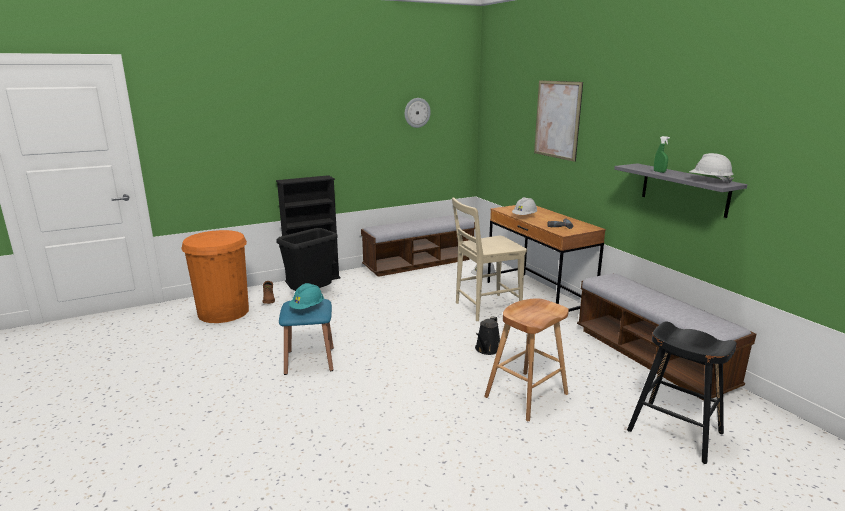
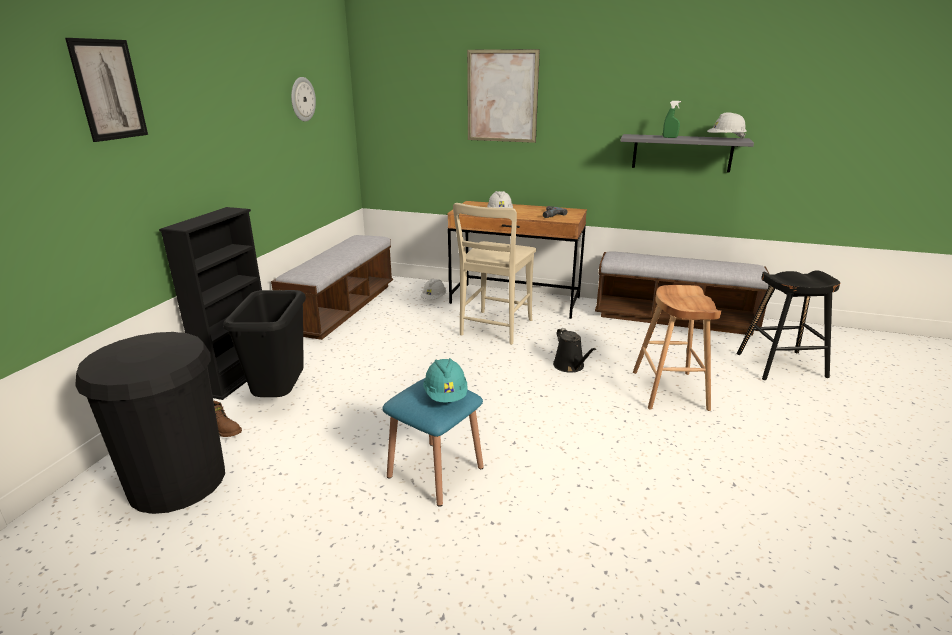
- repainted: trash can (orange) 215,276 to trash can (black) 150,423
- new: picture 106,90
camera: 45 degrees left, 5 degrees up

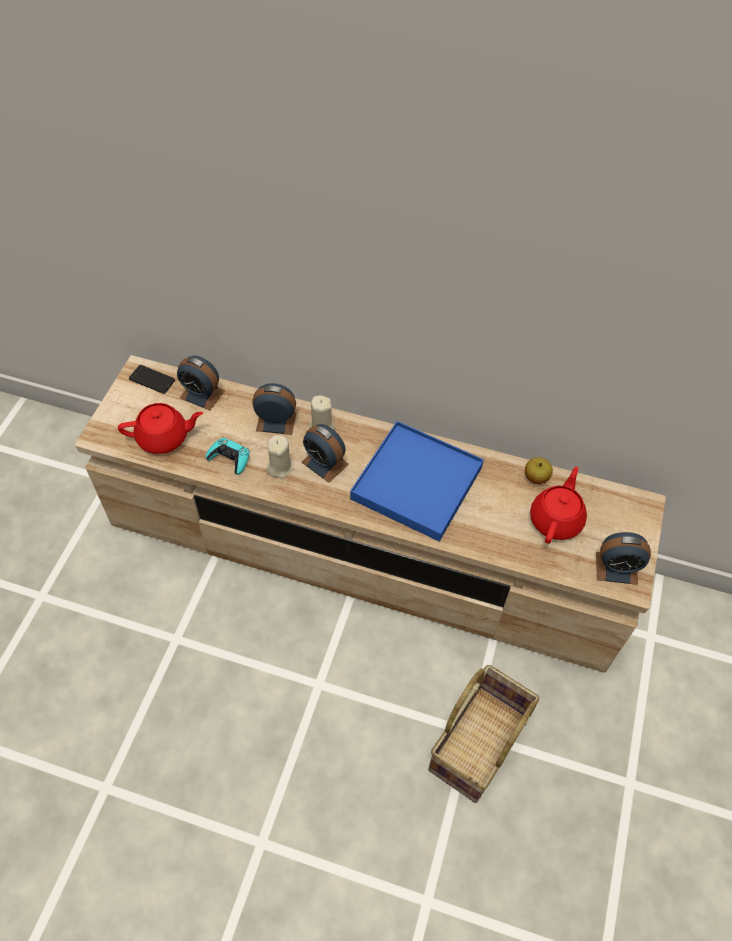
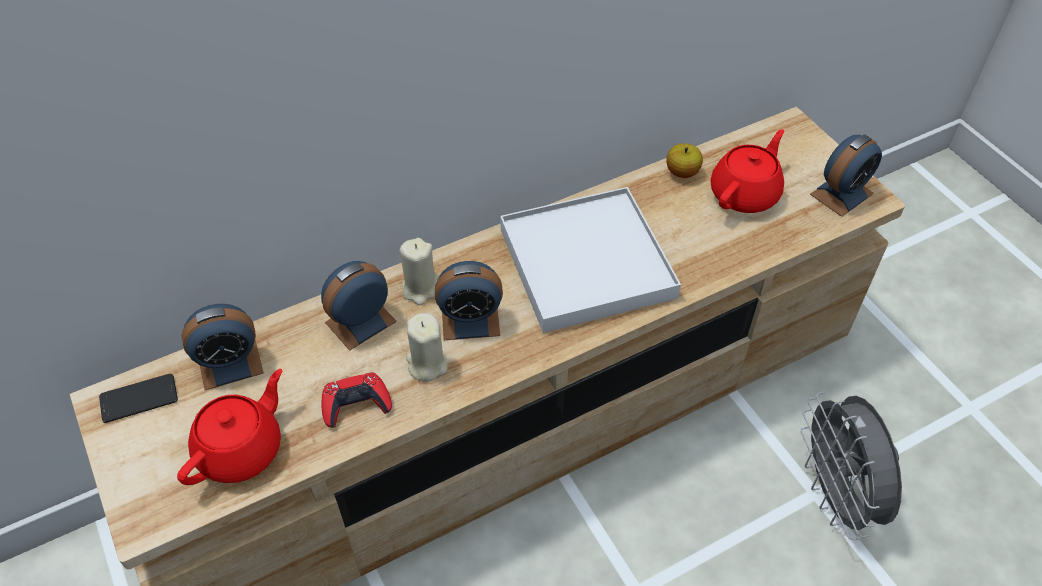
- repainted: game controller (turquoise) 227,456 to game controller (red) 357,400
- repainted: tray (blue) 417,481 to tray (white) 590,260
- swapped: basket 483,734 to fan (grey) 851,466
- rotated: teapot (red) 558,505 = 747,171 60 degrees clockwise
camera: 45 degrees left, 5 degrees down

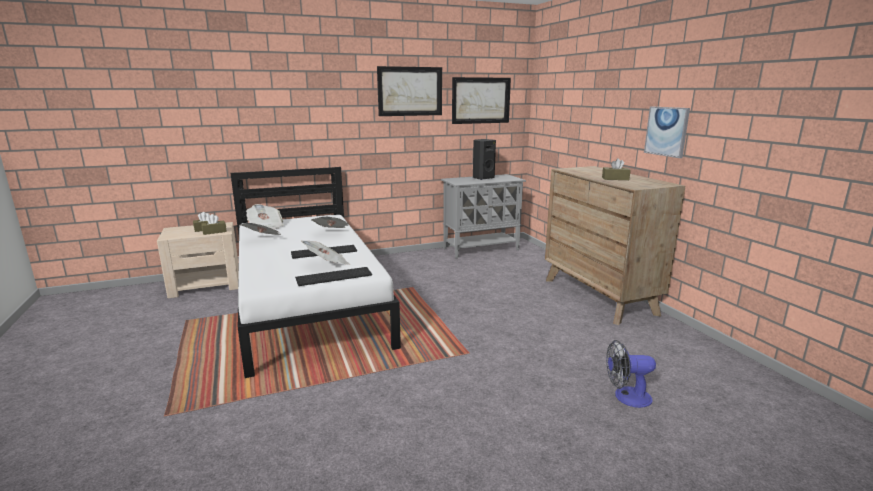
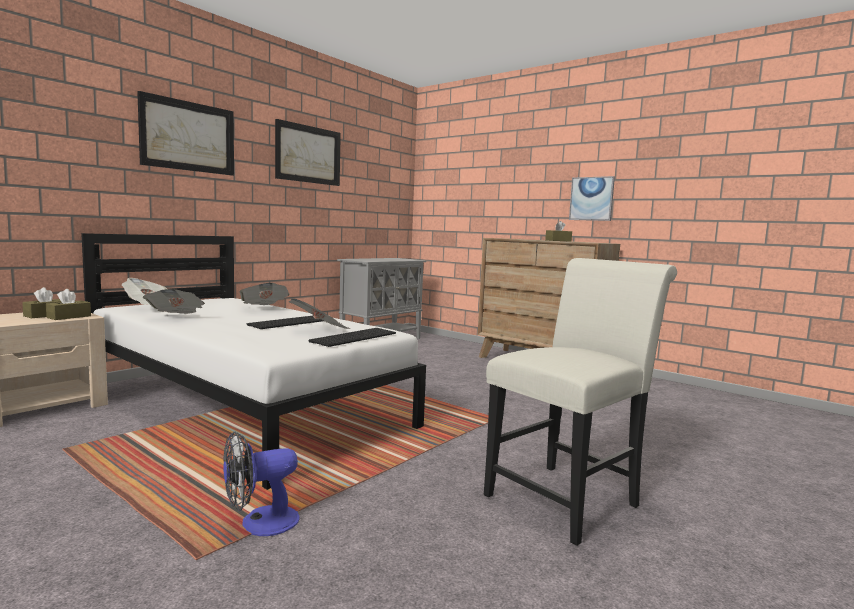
- shifted: picture 481,100 to 185,133
- gone: speaker (black) 484,159
- shifted: fan 631,374 to 261,484
- new: chair (white) 580,402
camera: 30 degrees left, 10 degrees down

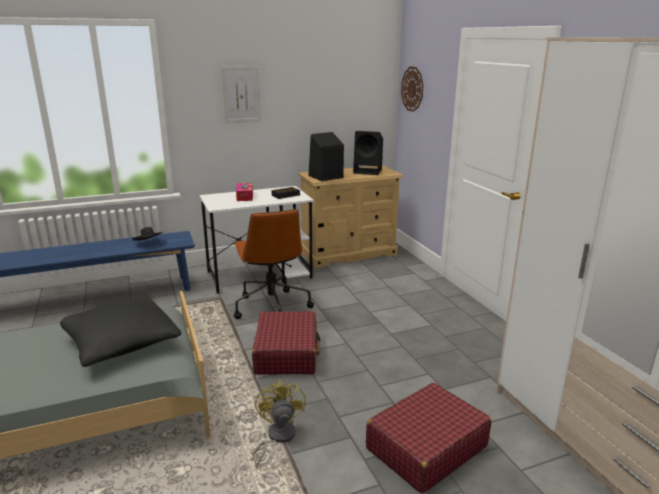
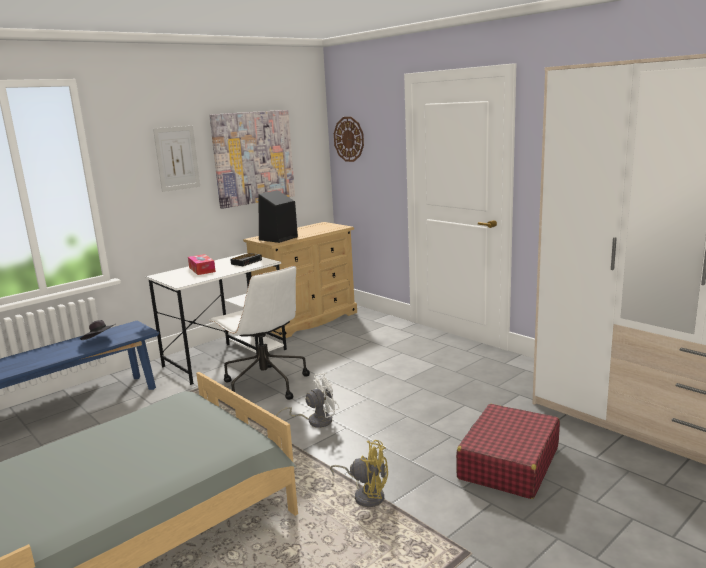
- gone: pillow (black) 120,331
- repainted: office chair (brown) 274,264 to office chair (white) 259,333
- swapped: suitcase (red) 286,342 to fan (white) 308,400
- rotated: fan (yellow) 279,423 = 359,473 135 degrees clockwise
- gone: speaker (black) 368,153
- new: picture 252,159
camera: 20 degrees left, 5 degrees down

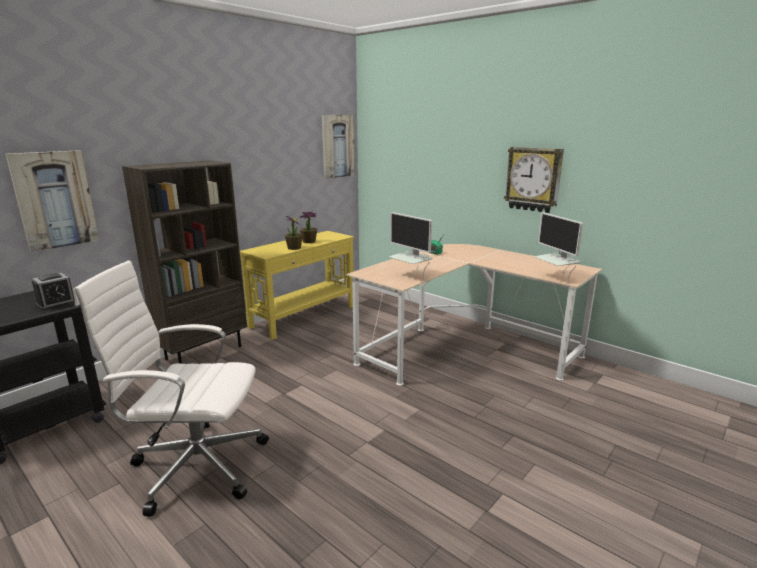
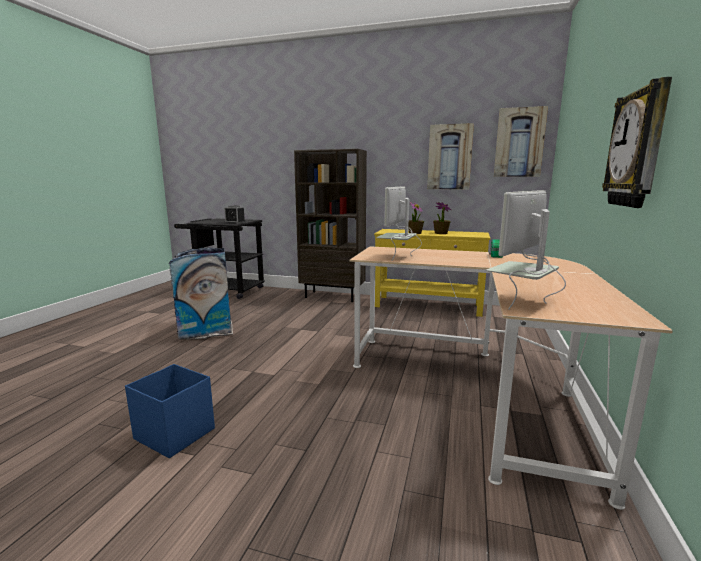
- shifted: picture 52,201 to 450,156
- swapped: office chair (white) 171,388 to trash can 201,293
- new: storage box (blue) 170,411
camera: 65 degrees right, 5 degrees down

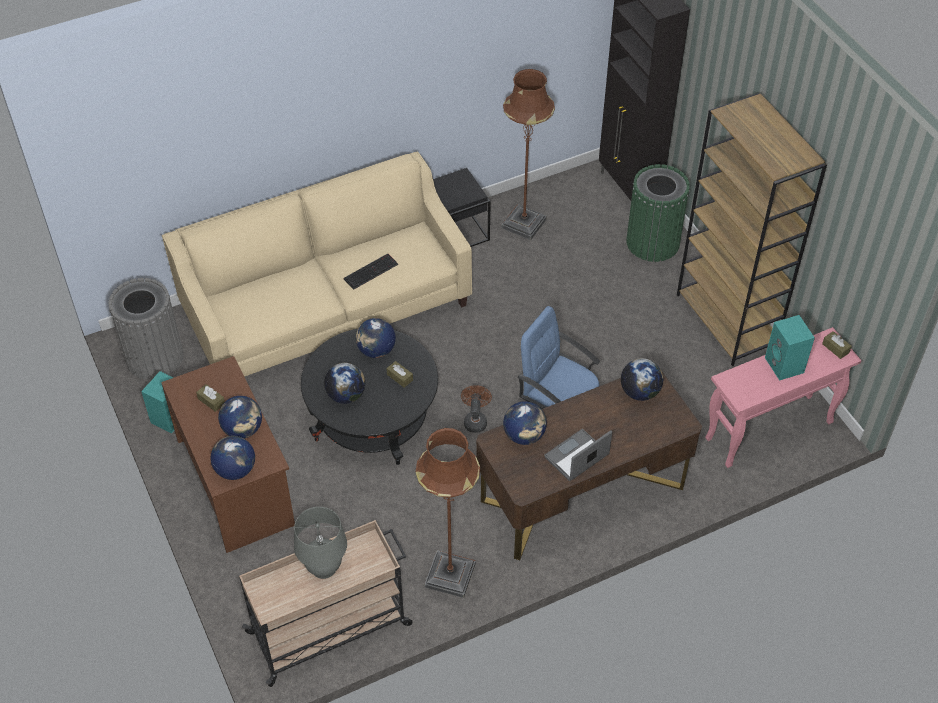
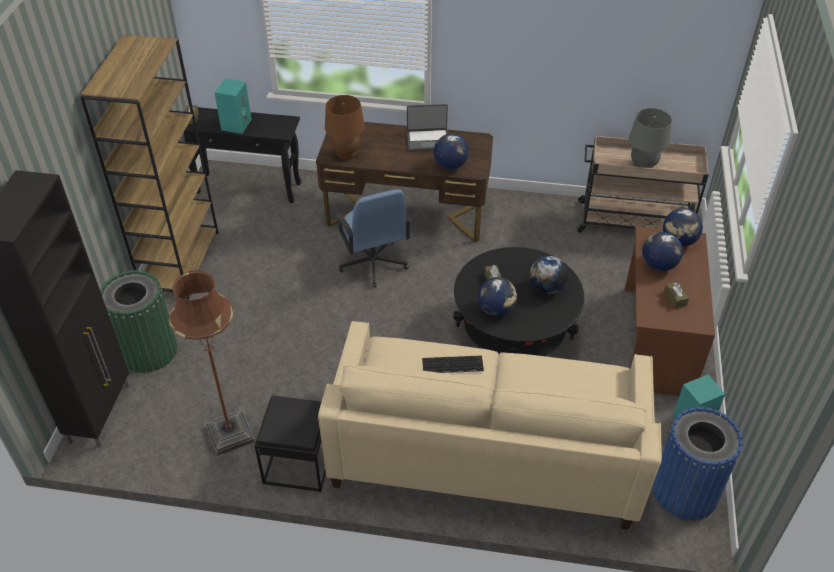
- repainted: trash can (grey) 146,329 to trash can (blue) 698,463
- gone: floor lamp (brown) 447,513
- gone: fan (brown) 476,409
- swapped: globe 642,379 to table lamp (brown) 345,127
- repainted: console table (pink) 783,397 to console table (black) 242,155
camera: 145 degrees left, 5 degrees down

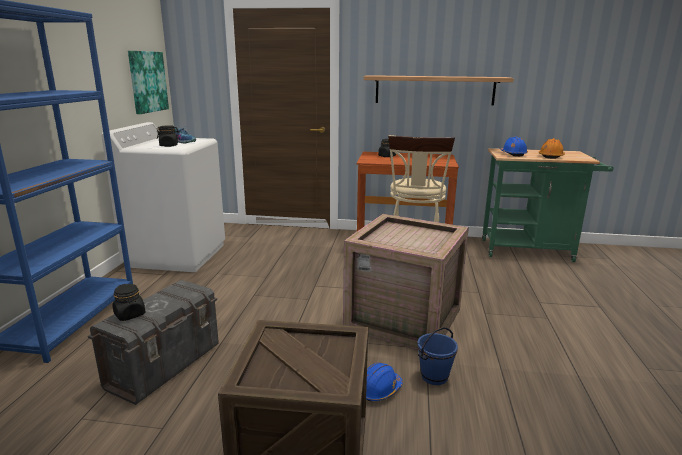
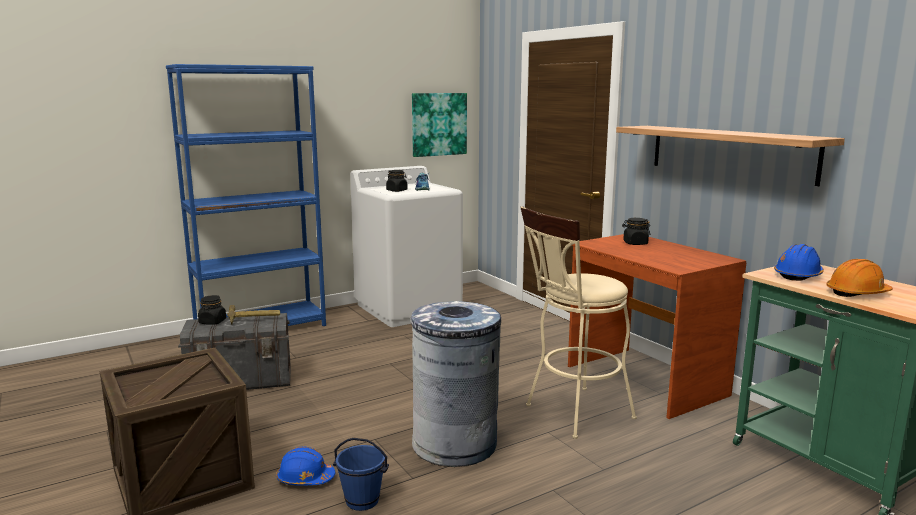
- swapped: crate 406,282 to trash can (grey) 456,384
- new: hammer 253,314
camera: 50 degrees right, 5 degrees down

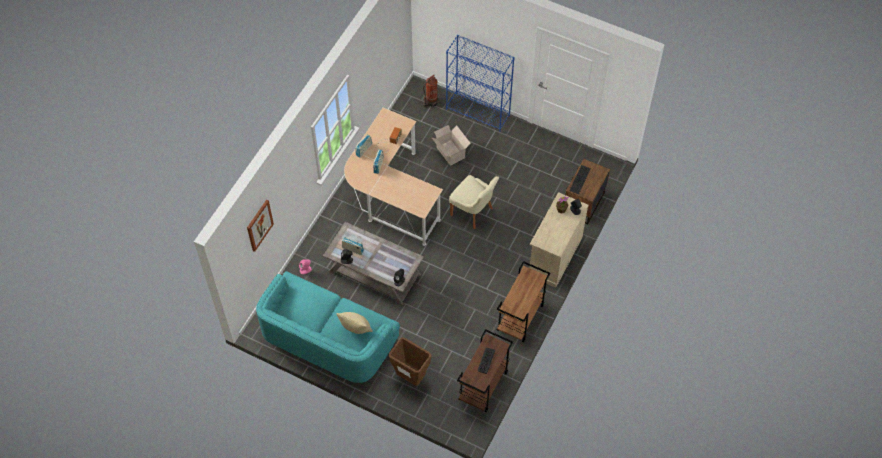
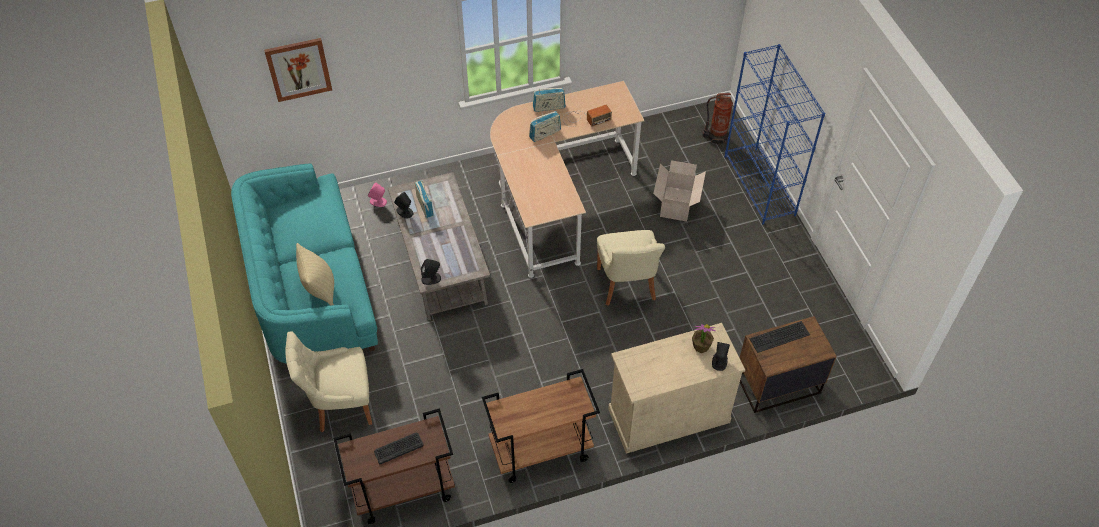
- swapped: trash can (brown) 410,361 to chair (beige) 328,381
camera: 45 degrees right, 5 degrees down

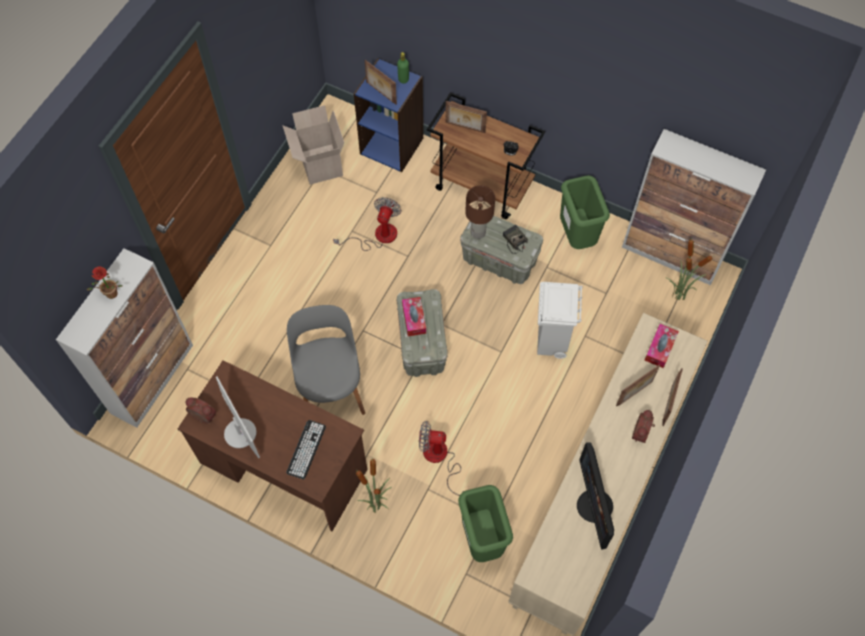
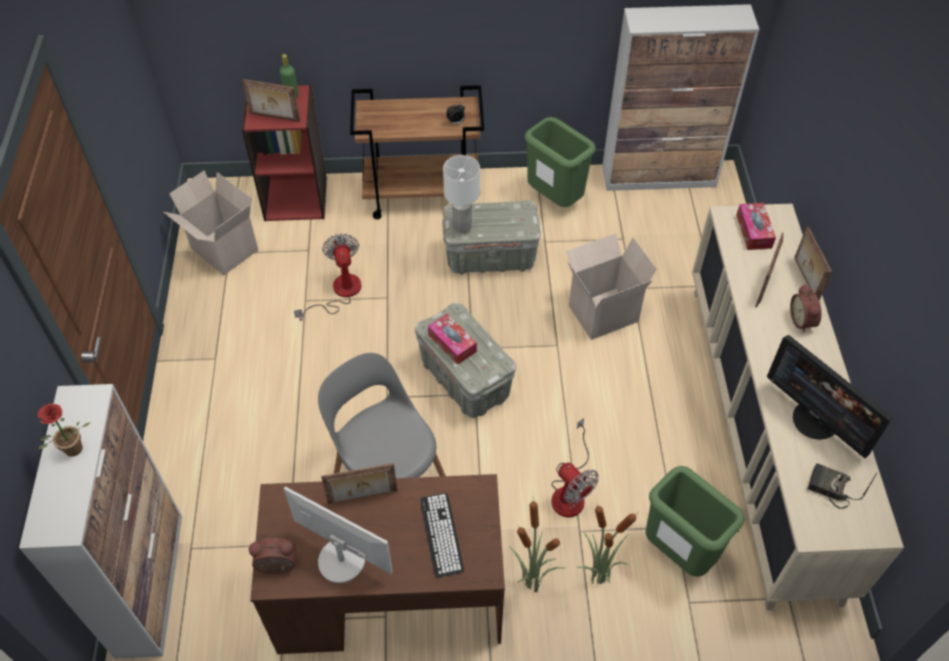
- repainted: bookcase (blue) 388,115 to bookcase (red) 284,153
- rotated: fan 444,458 = 575,467 105 degrees counterclockwise
- shifted: picture frame 466,117 to 359,483
- repainted: table lamp (brown) 480,212 to table lamp (white) 461,194
- shifted: radio 515,239 to 842,486
- swapped: trash can (white) 560,320 to cardboard box 612,287
- shifted: potted plant 689,270 to 607,544
camera: 30 degrees left, 10 degrees down

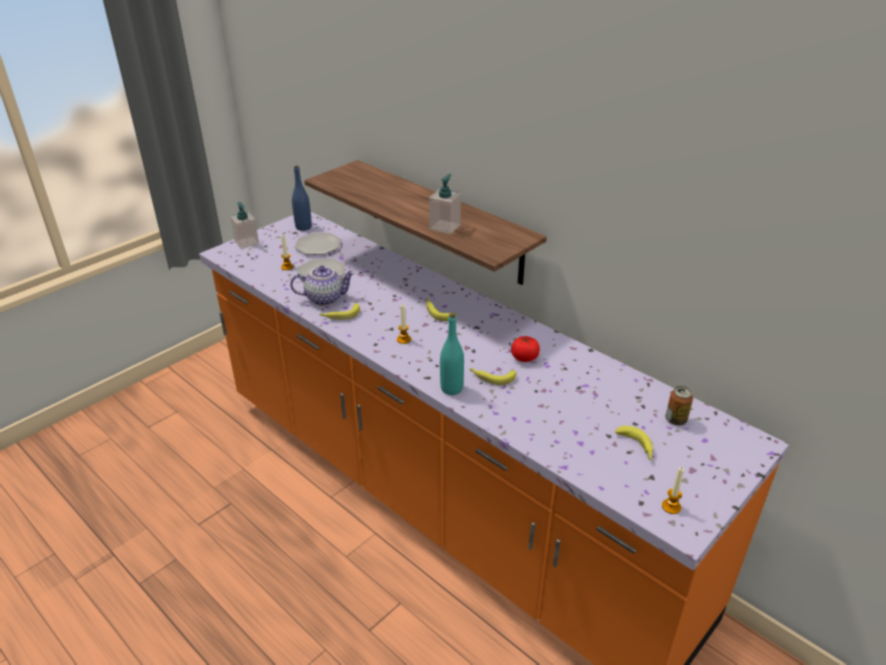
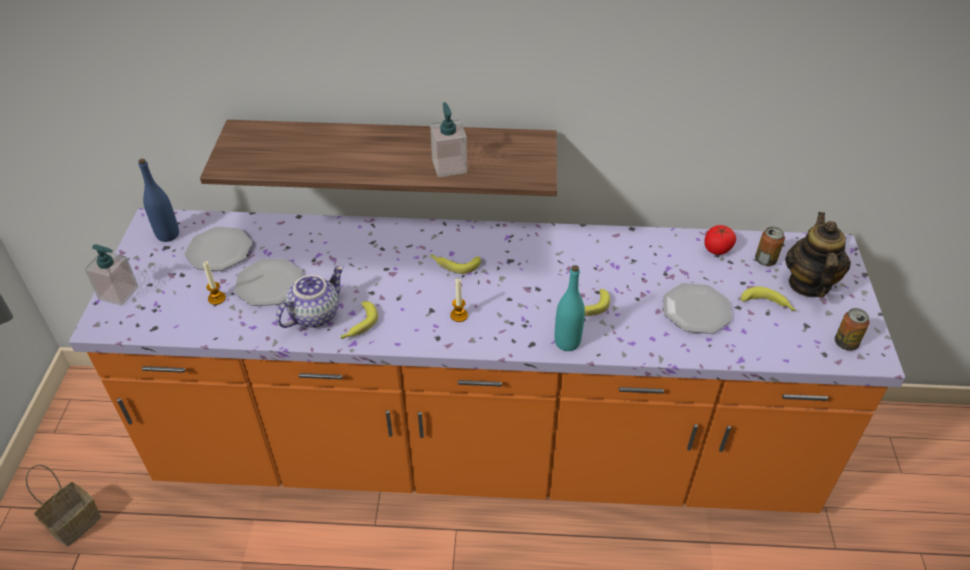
- shifted: tomato 525,349 to 720,240
- swapped: candle 673,490 to can 852,329
- new: basket 63,506
- new: plate 697,308
- new: teapot 818,255
camera: 40 degrees left, 10 degrees up

